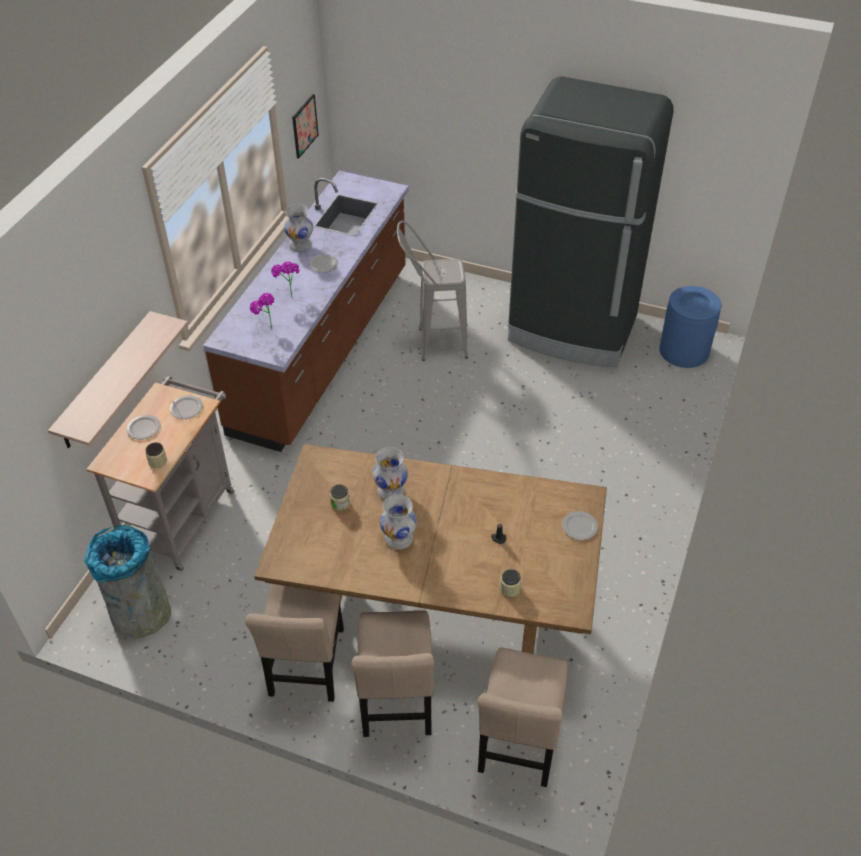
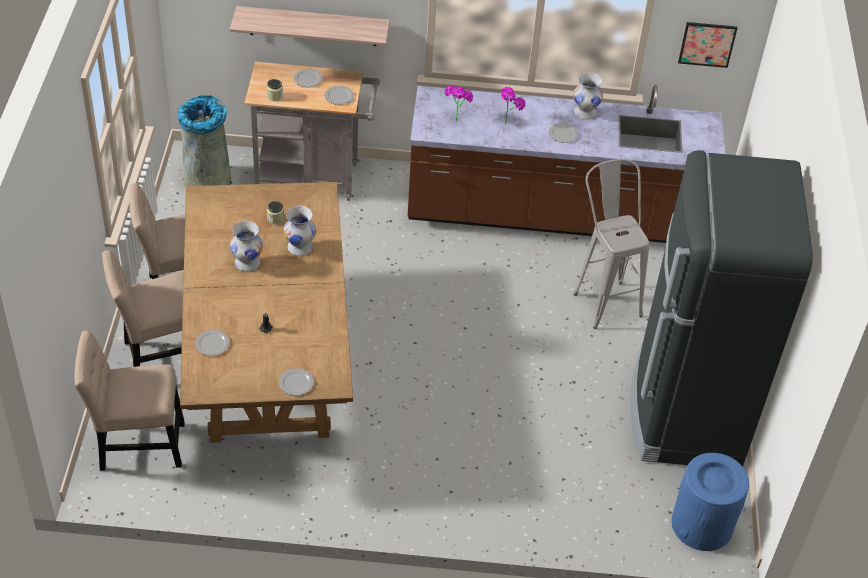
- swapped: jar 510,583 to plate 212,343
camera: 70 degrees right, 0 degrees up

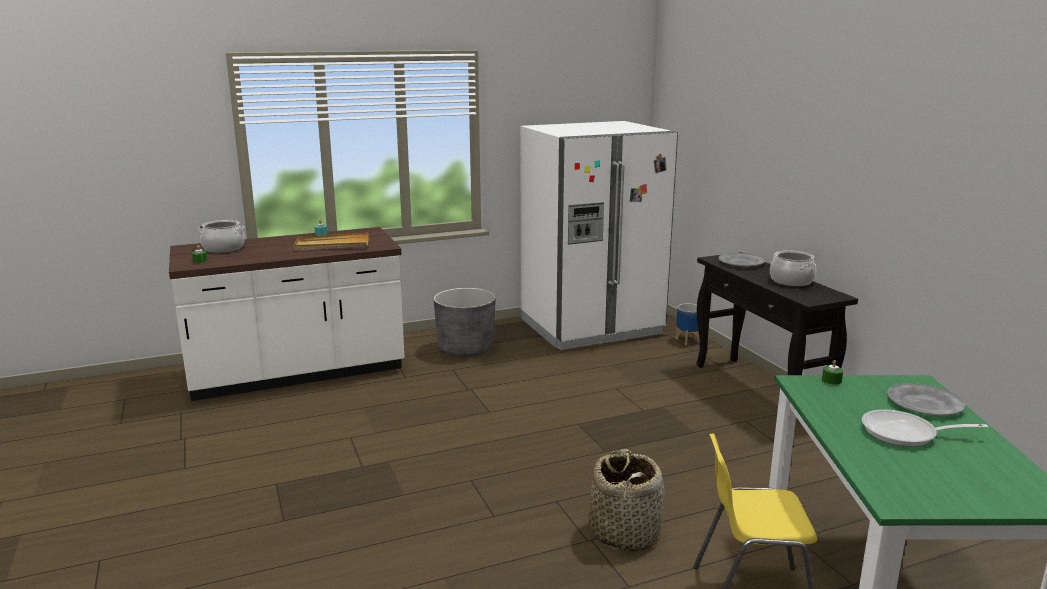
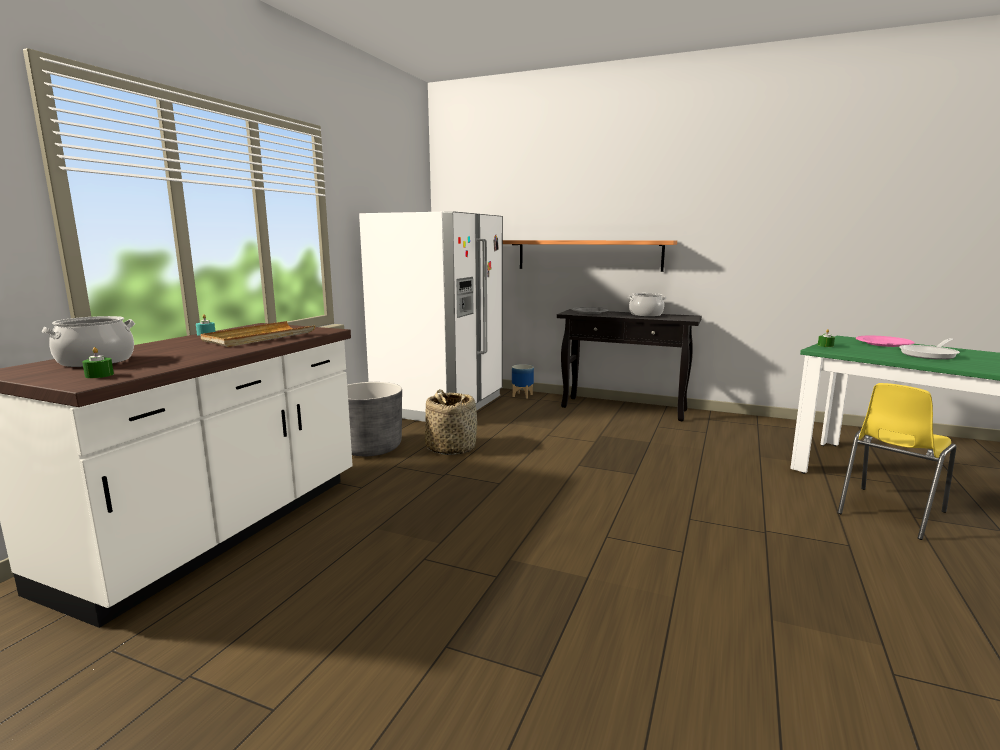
- shifted: basket 626,500 to 451,422
- repainted: plate (grey) 926,399 to plate (pink) 885,341
- new: shelf 590,256
camera: 45 degrees left, 5 degrees down

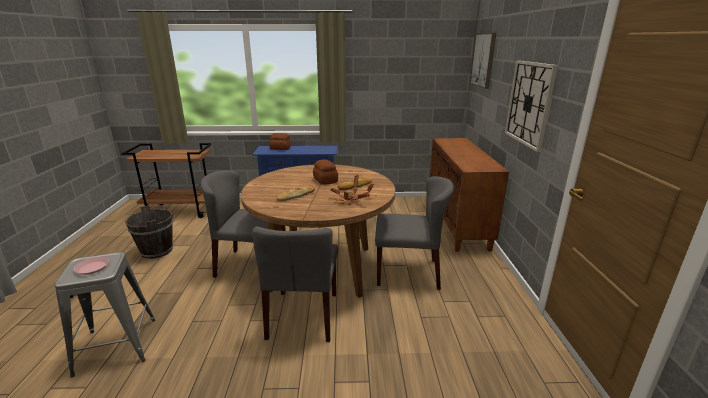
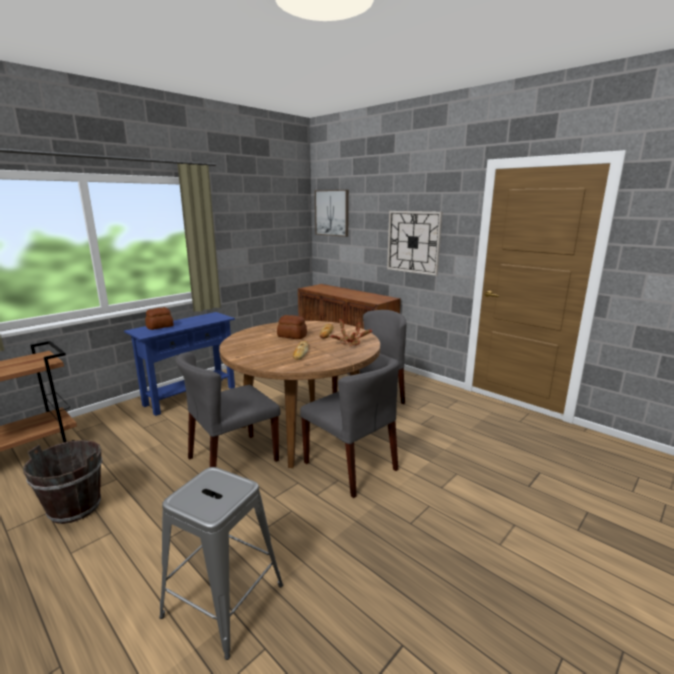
- gone: plate (pink) 91,266
camera: 45 degrees left, 5 degrees down

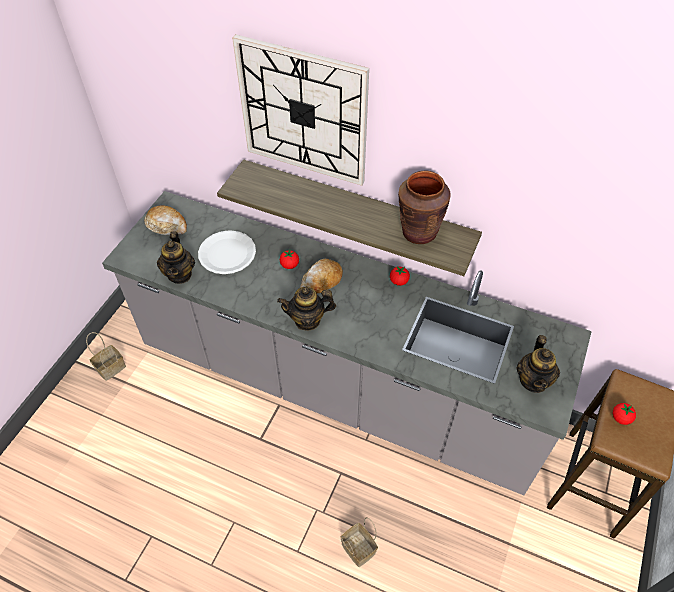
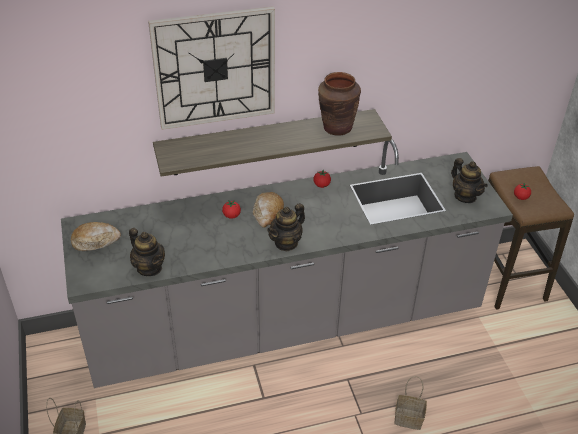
- gone: plate (white) 227,252
camera: 40 degrees left, 10 degrees down

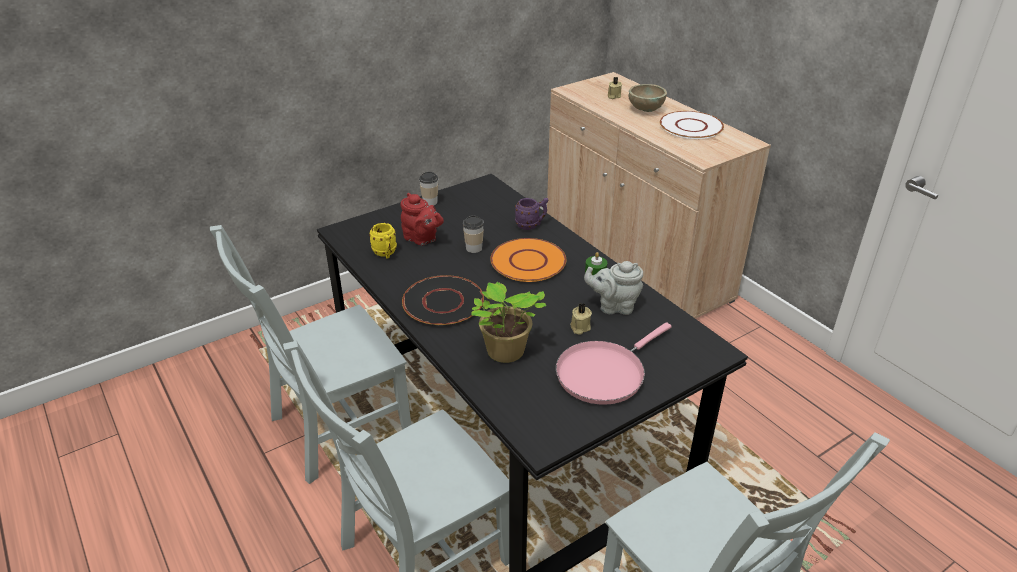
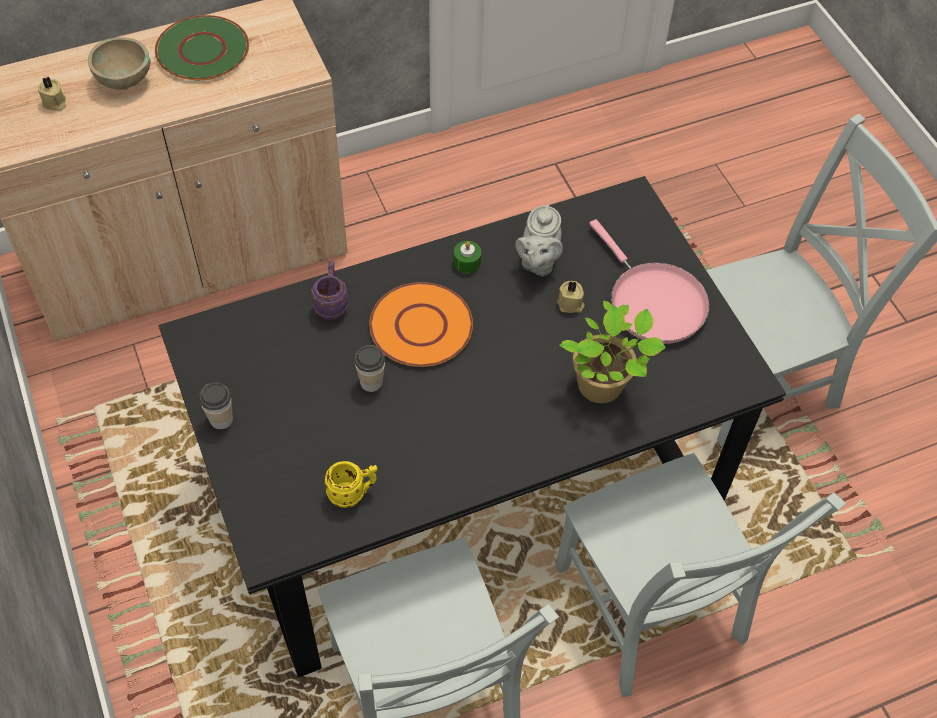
- gone: teapot (red) 422,219
- gone: plate (black) 443,300
- repainted: plate (white) 692,125 to plate (green) 202,47
camera: 80 degrees left, 20 degrees up

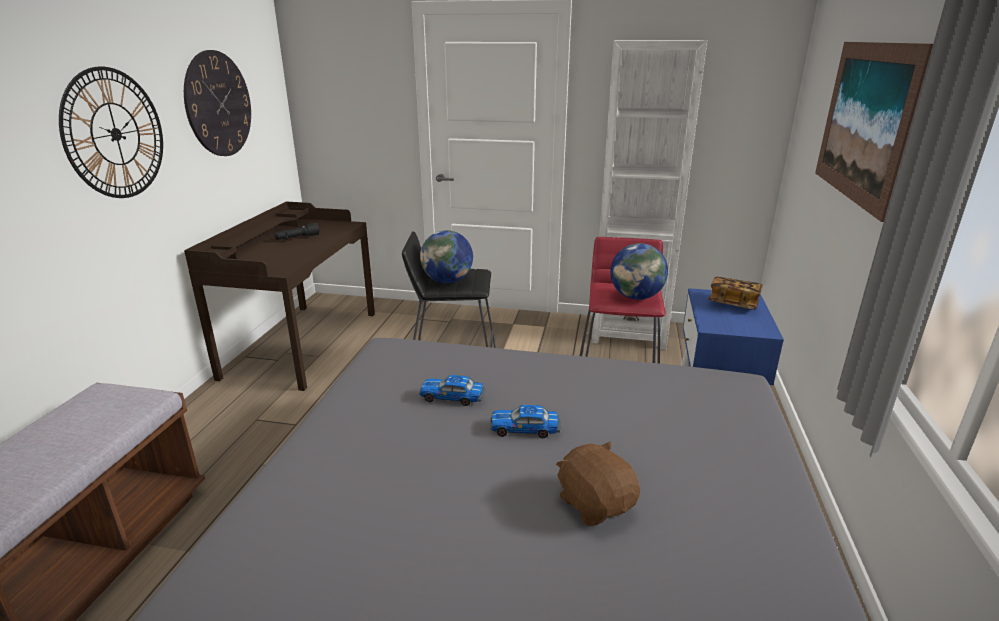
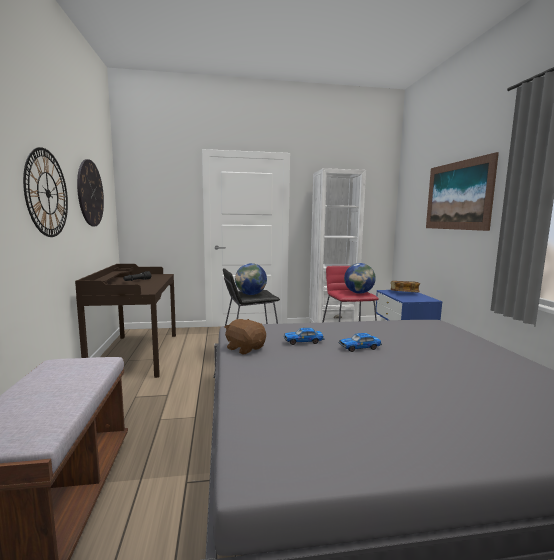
- shifted: plush toy (brown) 598,484 to 245,336
camera: 20 degrees left, 15 degrees down

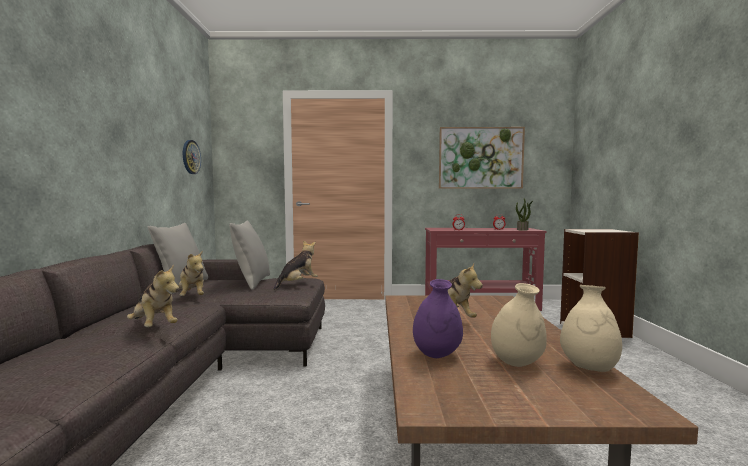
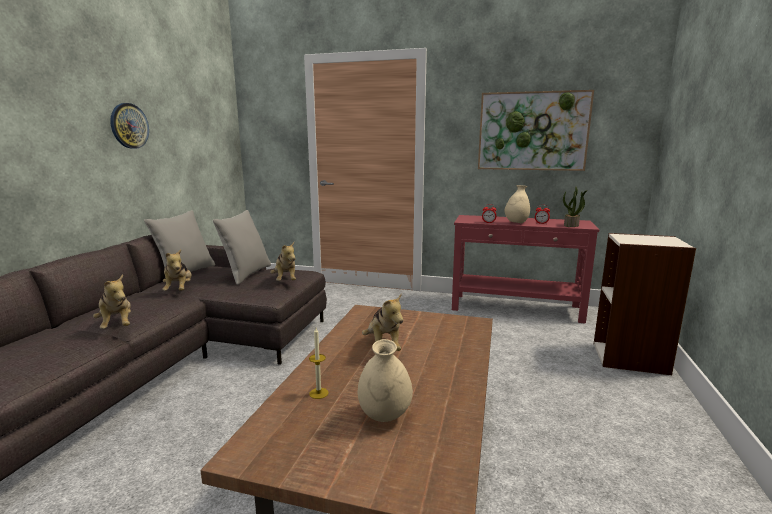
- shifted: wall clock 192,157 to 129,126
- rotated: plush toy 296,265 = 283,261 105 degrees clockwise
- swapped: vase (purple) 438,318 to candle 319,363
- shifted: vase (beige) 591,328 to 517,204
camera: 15 degrees right, 10 degrees up

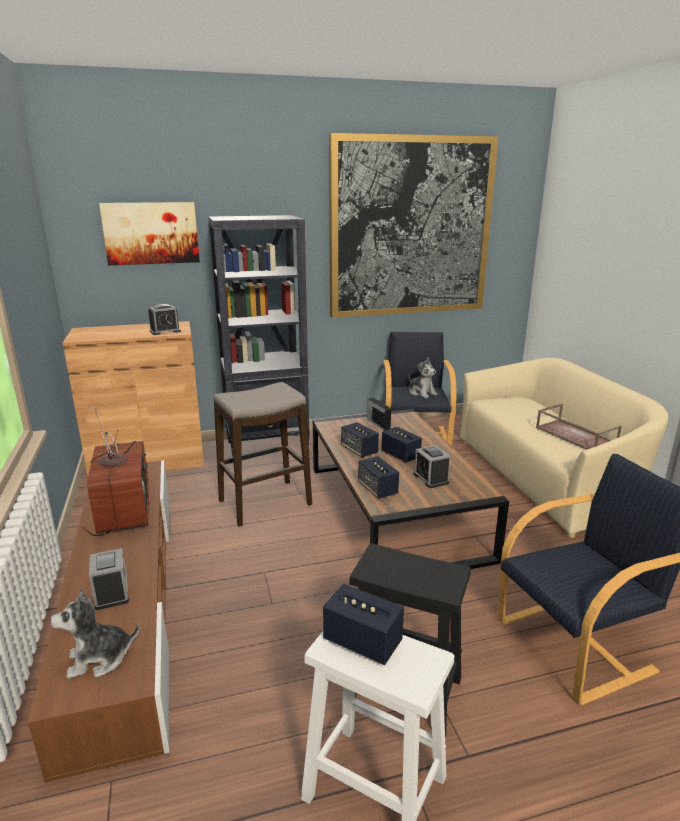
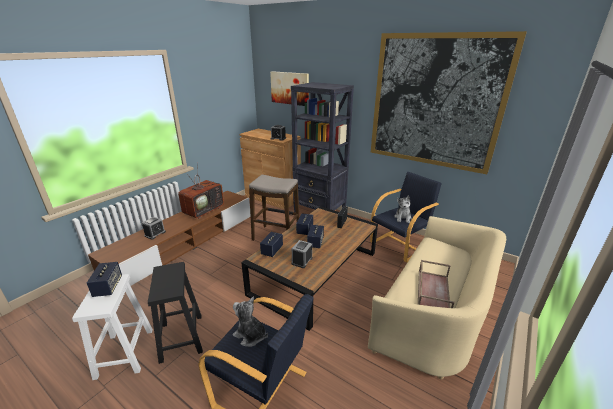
- shifted: plush toy 95,633 to 250,321
camera: 50 degrees right, 5 degrees up

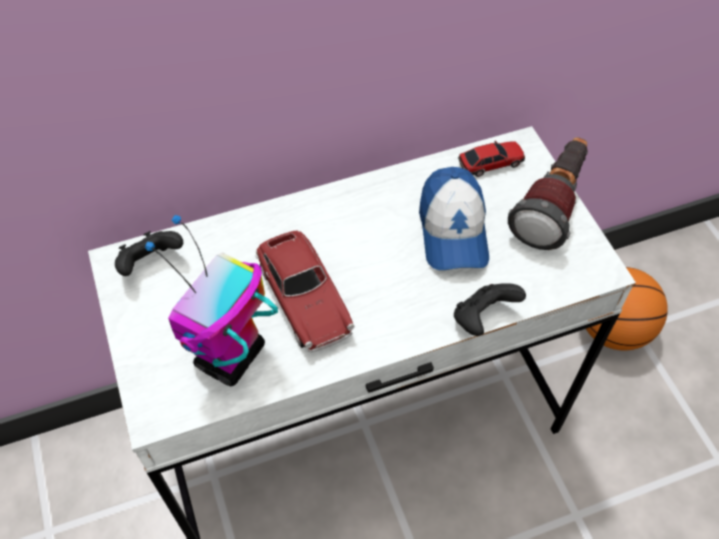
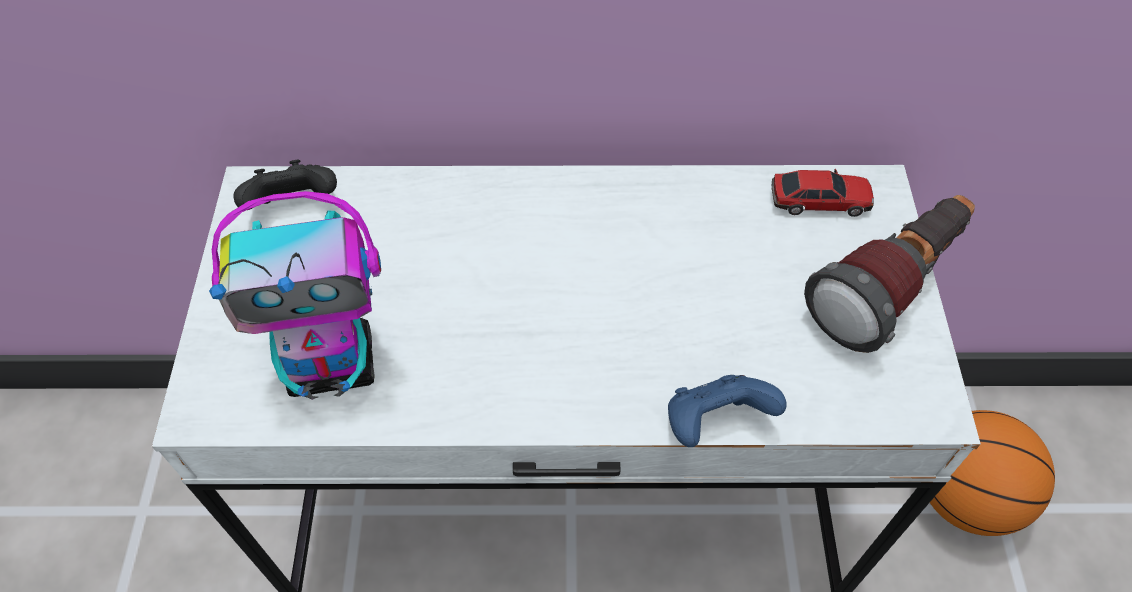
- rotated: toy robot 211,300 = 295,295 150 degrees counterclockwise
- gone: toy car 305,292
- gone: cap 454,218
- repainted: game controller (black) 490,309 to game controller (blue) 727,411
camera: 20 degrees right, 0 degrees up

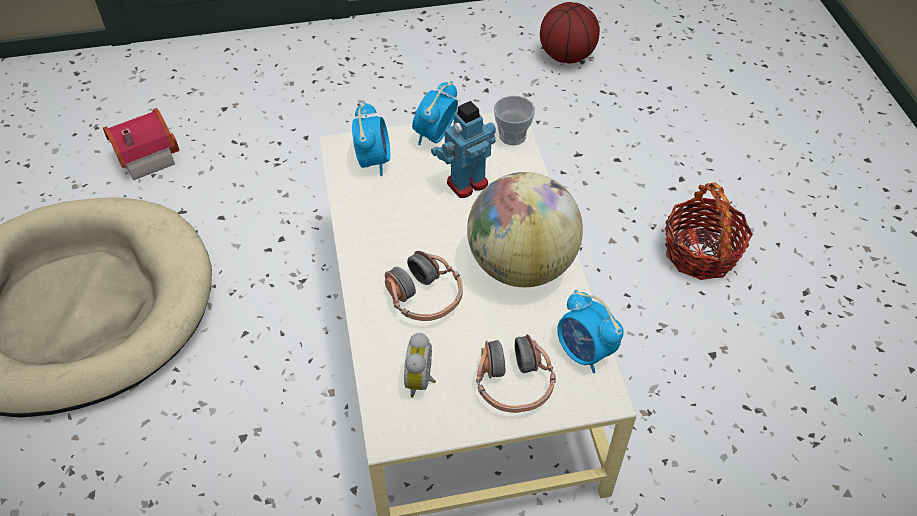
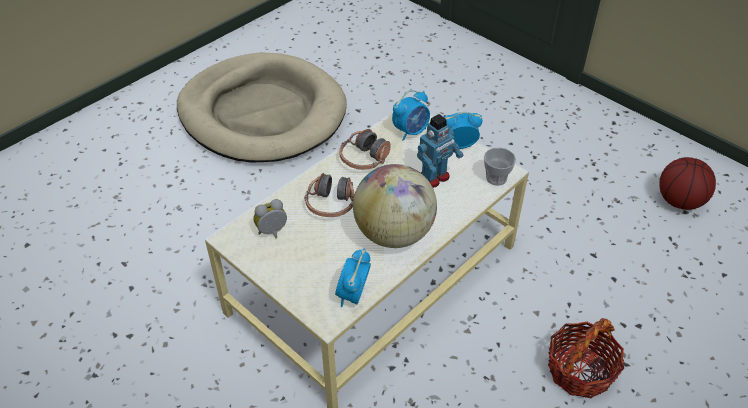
- gone: toy house 141,144
- rotated: toy robot 463,149 = 440,151 120 degrees clockwise
- shifted: headphones 516,373 to 365,149
camera: 55 degrees right, 5 degrees down

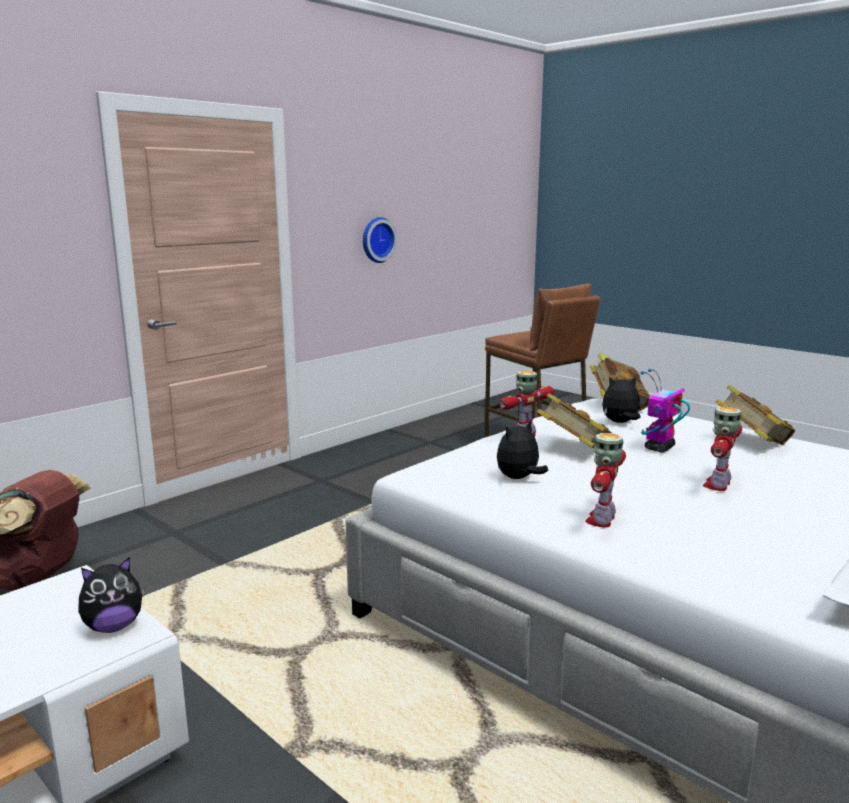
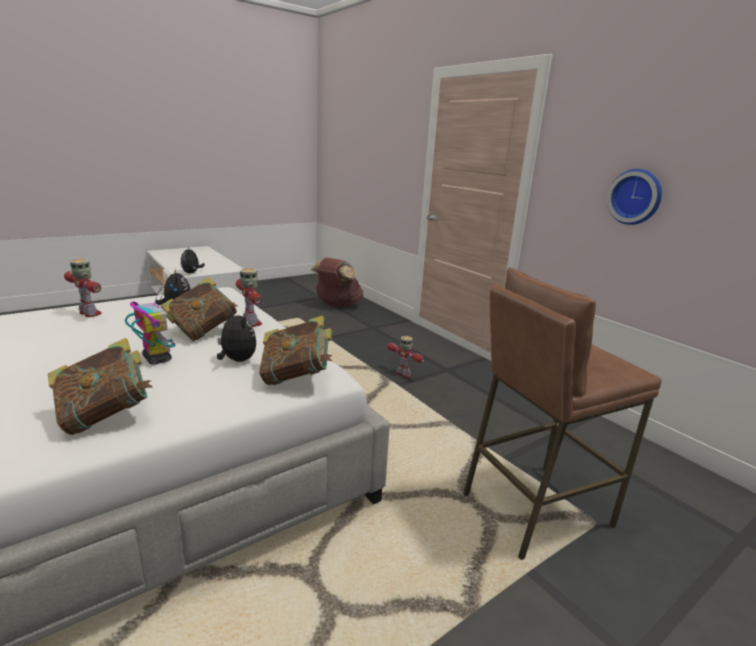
- rotated: plush toy 621,399 = 236,335 45 degrees counterclockwise
- shifted: toy robot 722,449 to 405,357
camera: 100 degrees right, 5 degrees up

